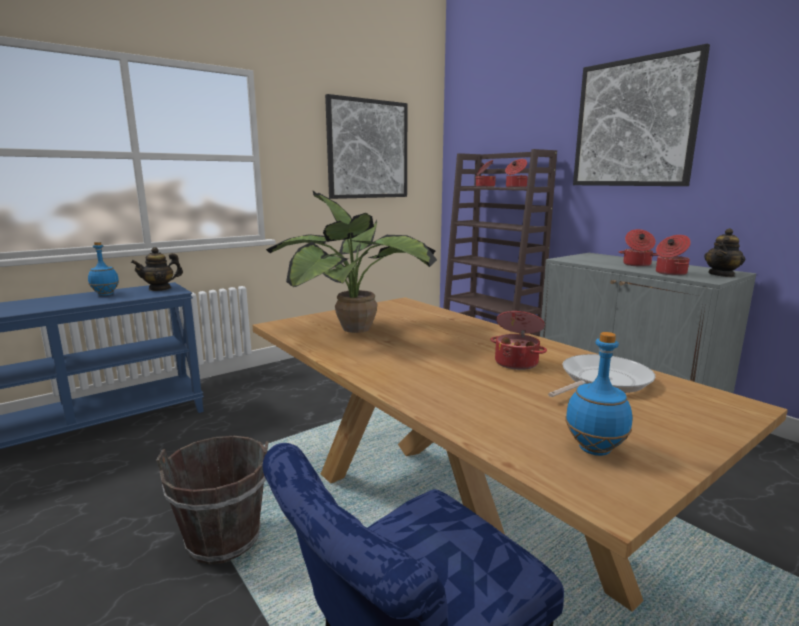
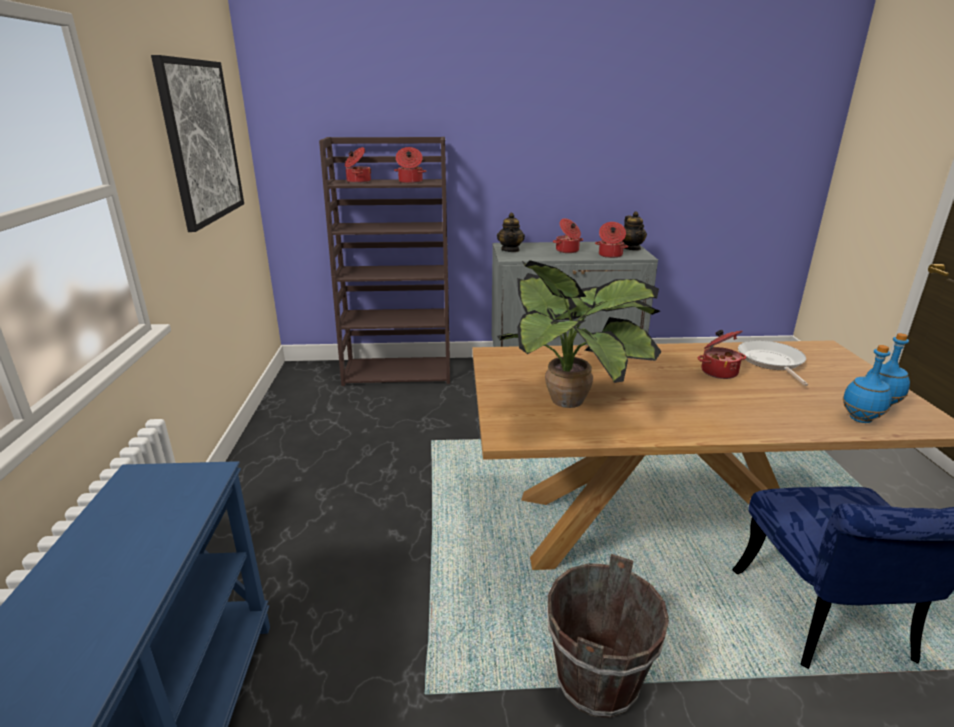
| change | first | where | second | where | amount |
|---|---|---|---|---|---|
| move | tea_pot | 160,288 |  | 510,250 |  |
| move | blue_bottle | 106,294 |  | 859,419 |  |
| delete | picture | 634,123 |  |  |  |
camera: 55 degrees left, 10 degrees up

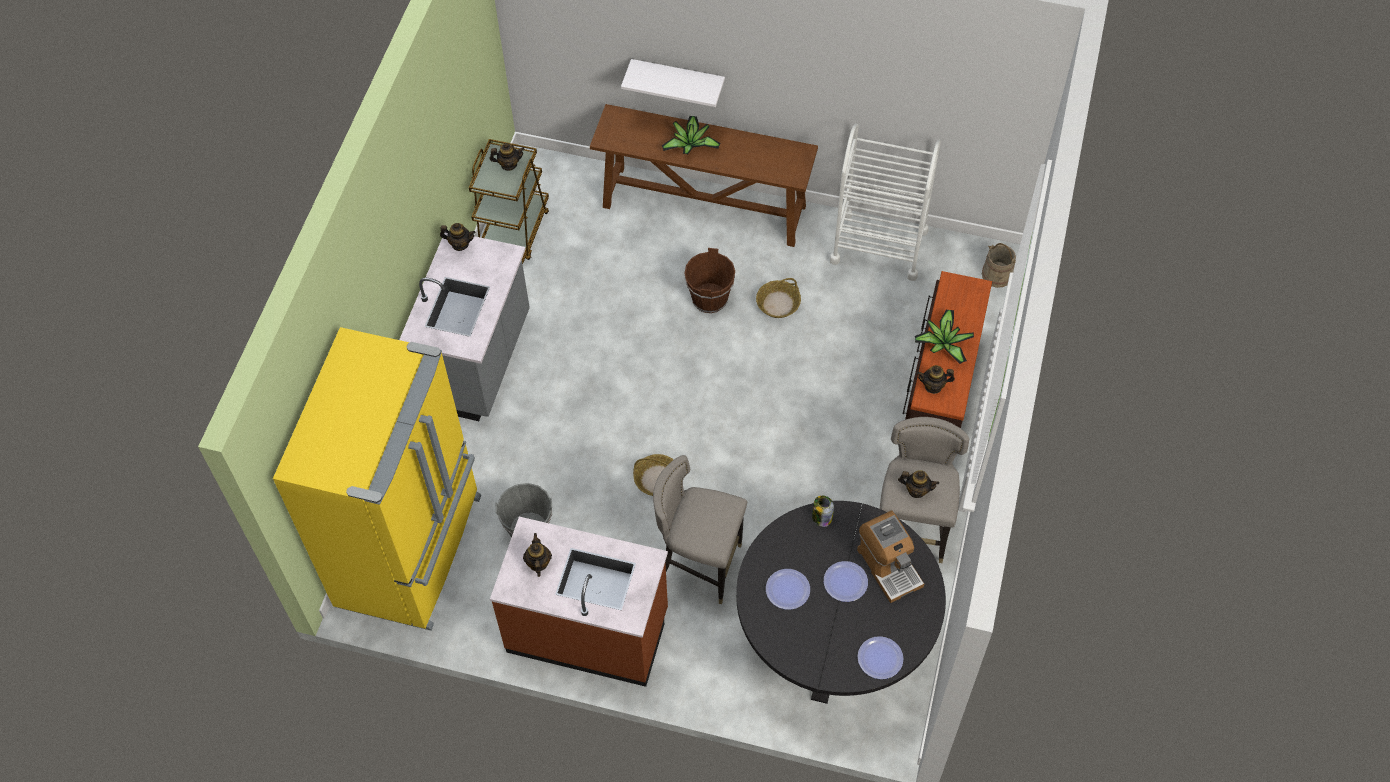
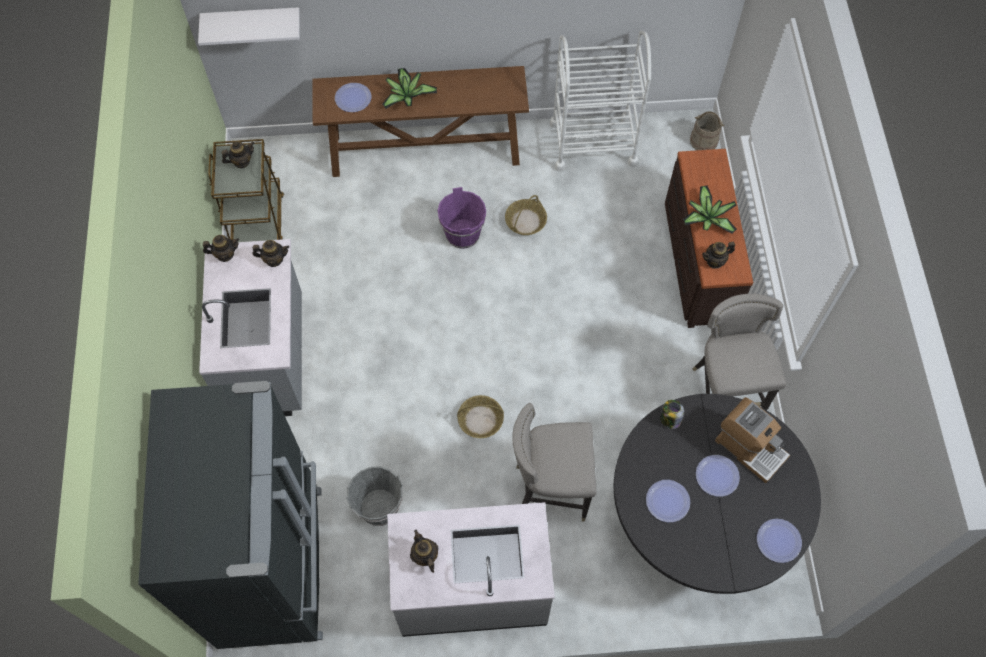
| change | first | where | second | where | amount |
|---|---|---|---|---|---|
| recolor | yellowish_refrigerator | 412,550 | black-coloured_refrigerator | 274,564 |  |
| move | white-coloured_bracket_shelf | 678,78 |  | 252,21 |  |
| move | tea_pot | 916,490 |  | 274,259 |  |
| insert |  |  | flat_dish | 353,98 |  |
| recolor | brownish_kitchen_counter | 588,630 | grey_kitchen_counter | 472,588 |  |
| recolor | brownish_pail | 710,299 | purple_pail | 463,234 |  |
camera: 20 degrees left, 5 degrees up

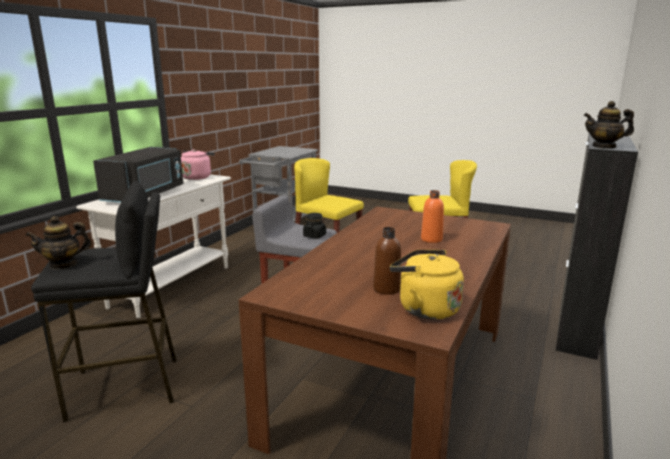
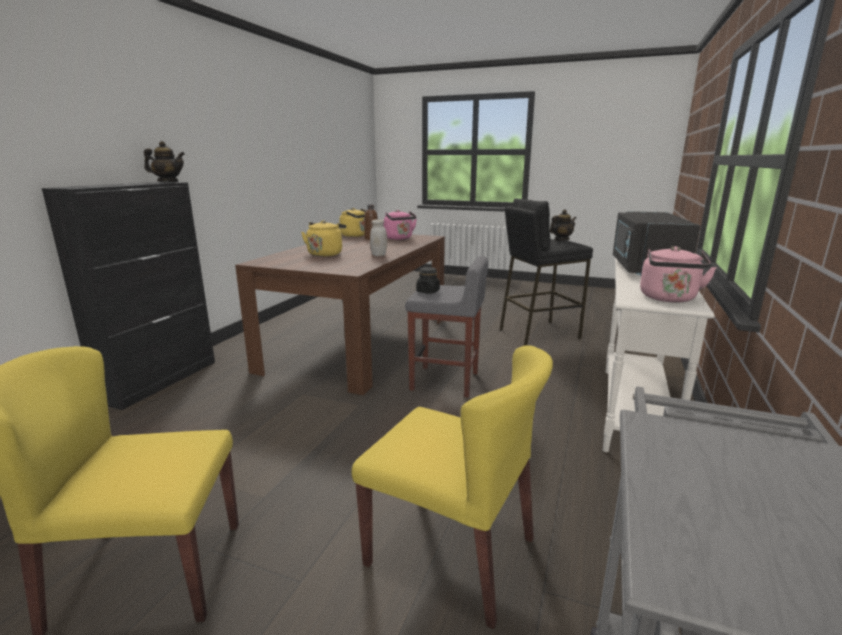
| change | first | where | second | where | amount |
|---|---|---|---|---|---|
| replace | orange_bottle | 431,239 | yellowish_water_kettle | 326,254 |  |
| insert |  |  | white-coloured_preserve_jar | 379,255 |  |
| insert |  |  | pink_water_kettle | 399,238 |  |
camera: 175 degrees right, 0 degrees up

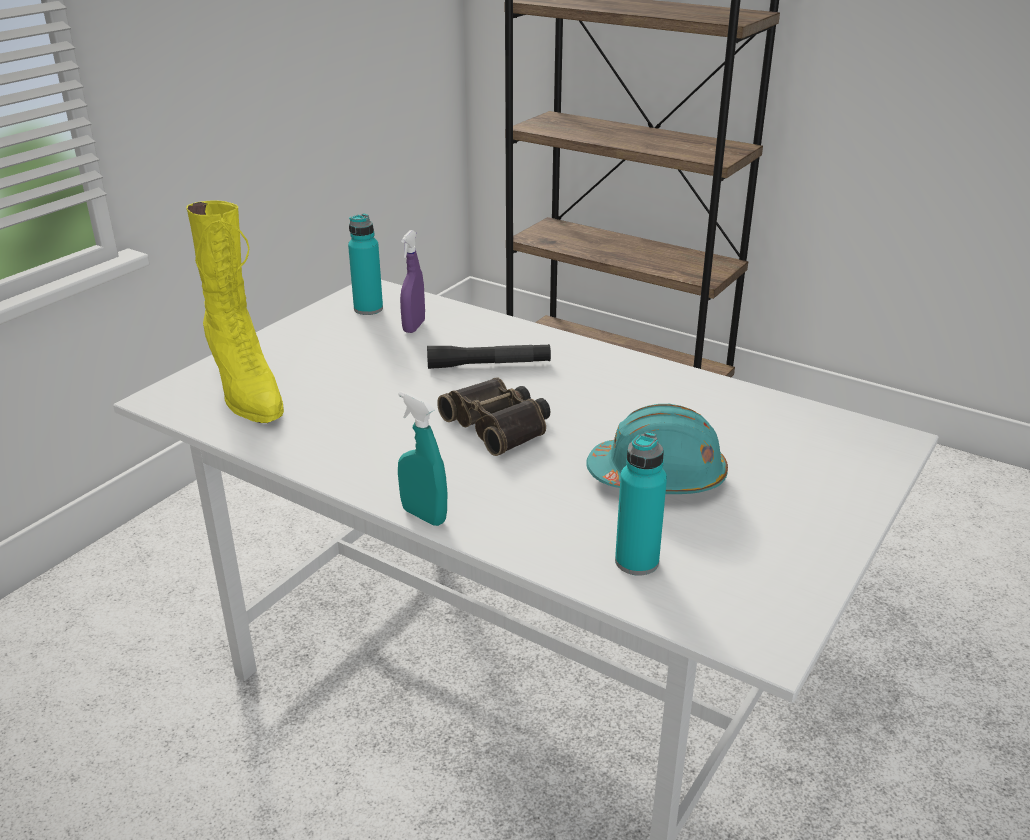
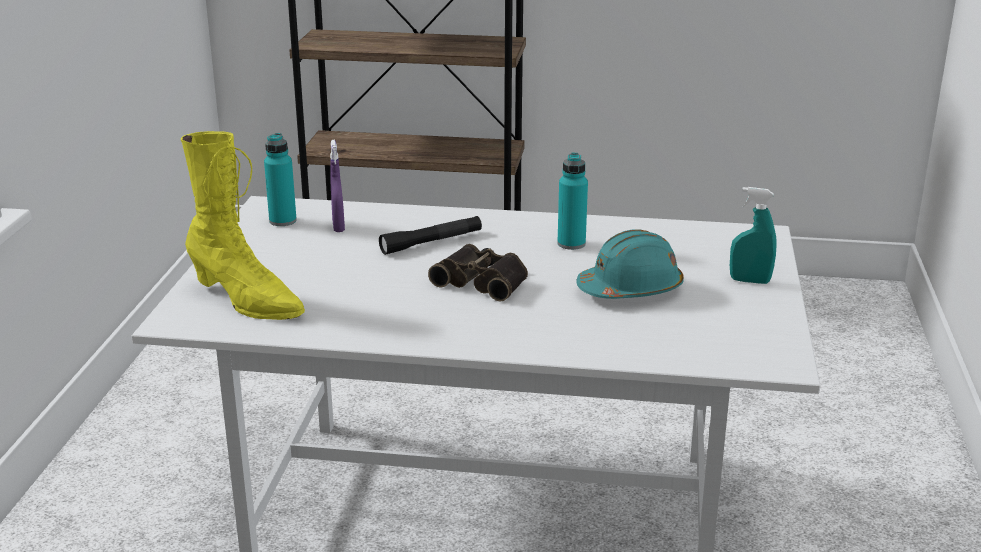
| change | first | where | second | where | amount |
|---|---|---|---|---|---|
| move | blue-green_bottle | 636,562 |  | 571,244 |  |
| move | blue-green_hand_sprayer | 424,515 |  | 750,281 |  |
camera: 25 degrees left, 5 degrees down

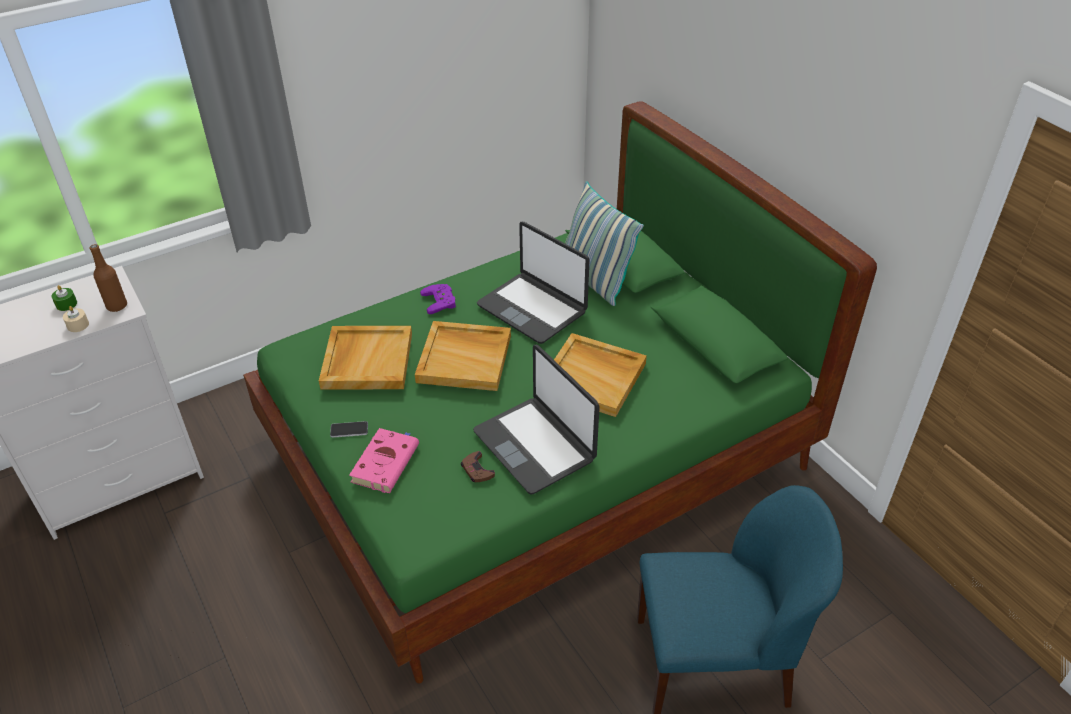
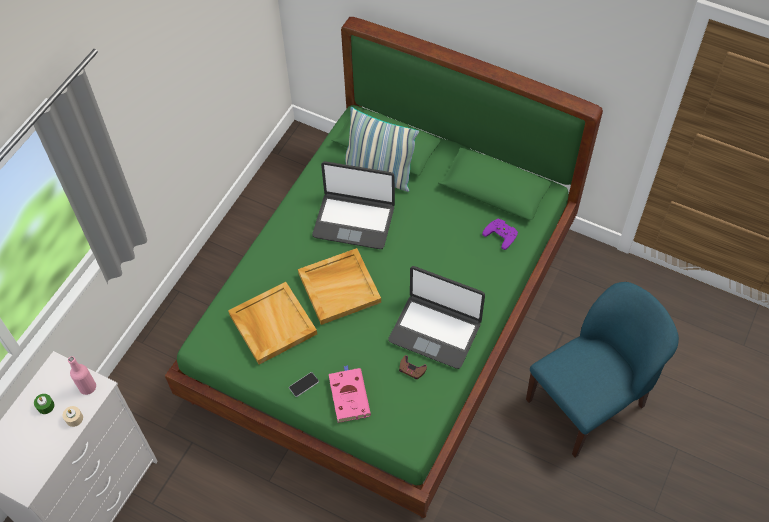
| change | first | where | second | where | amount |
|---|---|---|---|---|---|
| recolor | brownish_bottle | 117,306 | pink_bottle | 88,387 |  |
| move | purple_joypad | 441,301 |  | 502,234 |  |
| delete | beige-coloured_carrying_tray | 593,377 |  |  |  |
camera: 30 degrees left, 15 degrees up

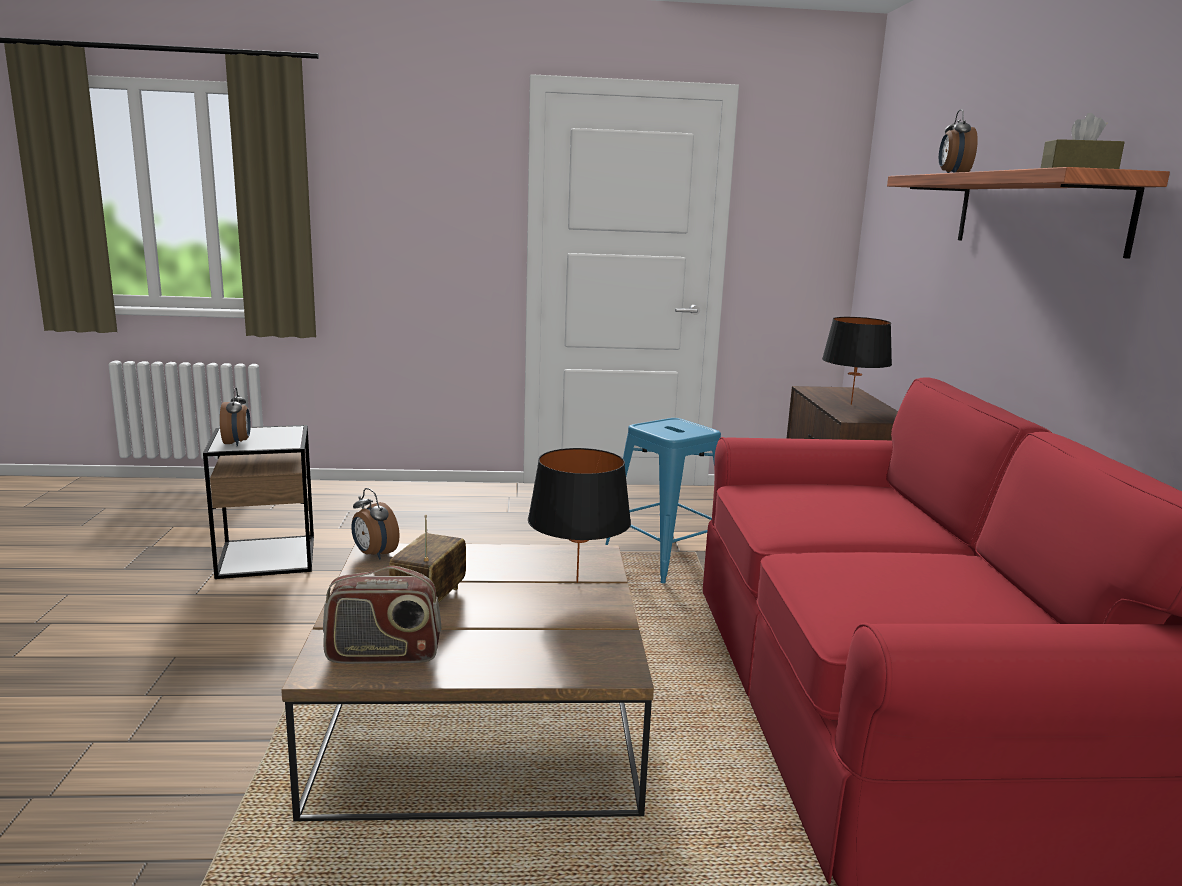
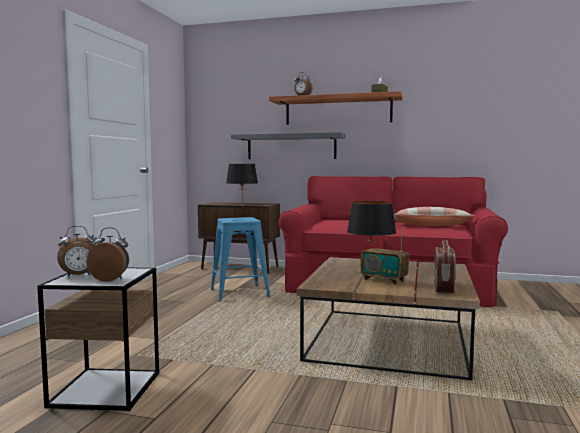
| change | first | where | second | where | amount |
|---|---|---|---|---|---|
| move | bedside_clock | 374,554 |  | 78,276 |  |
| insert |  |  | grey_bracket_shelf | 291,147 |  |
| insert |  |  | throw_pillow | 430,225 |  |
camera: 70 degrees left, 10 degrees down

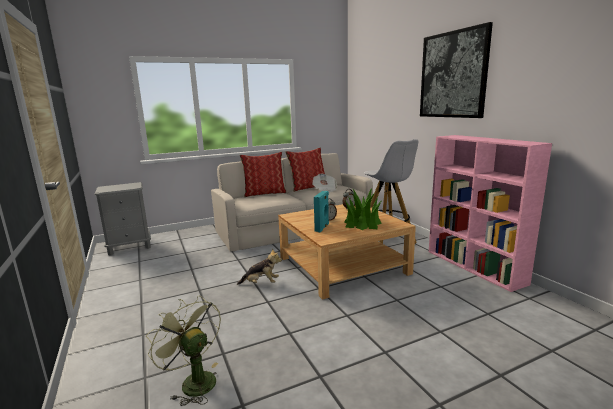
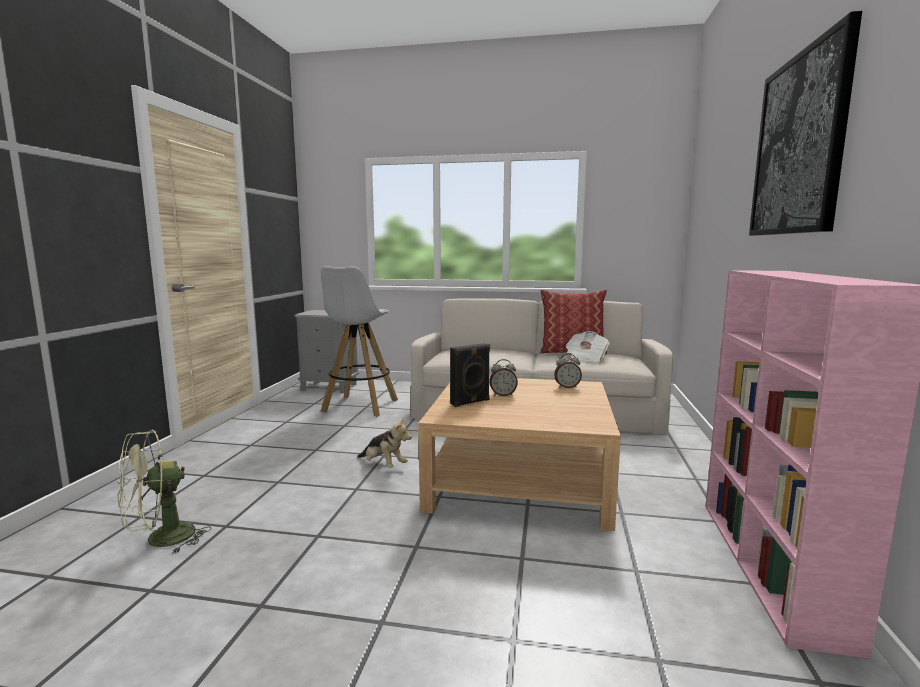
| change | first | where | second | where | amount |
|---|---|---|---|---|---|
| rotate | greenish_fan | 193,381 |  | 160,540 | 120 degrees counterclockwise |
| move | white-coloured_sitting_stool | 387,241 |  | 360,406 |  |
| recolor | blue-green_audio_speaker | 322,228 | black-coloured_audio_speaker | 471,402 |  |
| delete | throw_pillow | 264,193 |  |  |  |
| delete | potted_plant | 362,223 |  |  |  |
camera: 35 degrees right, 5 degrees down

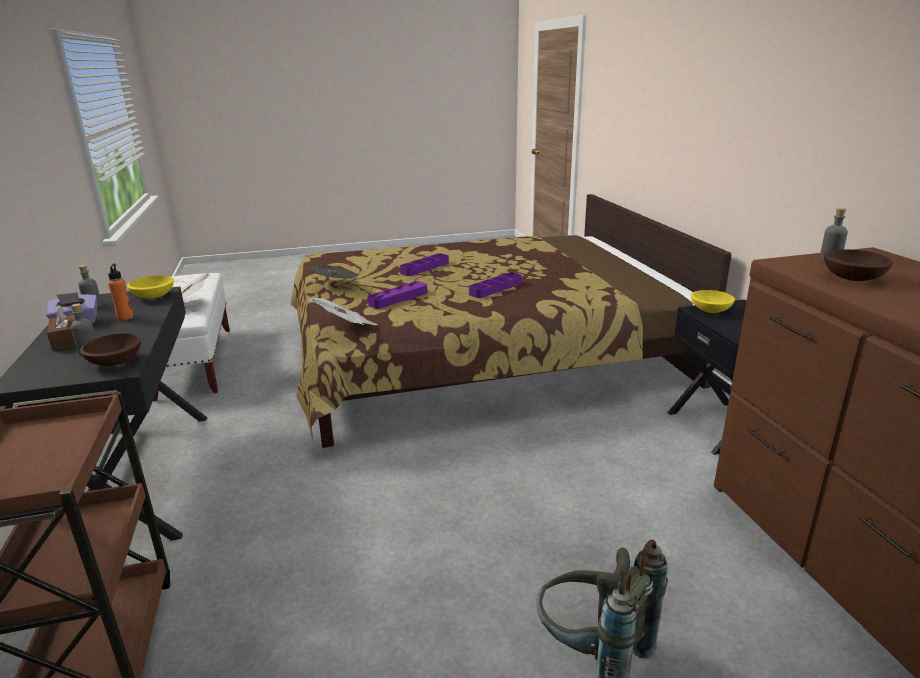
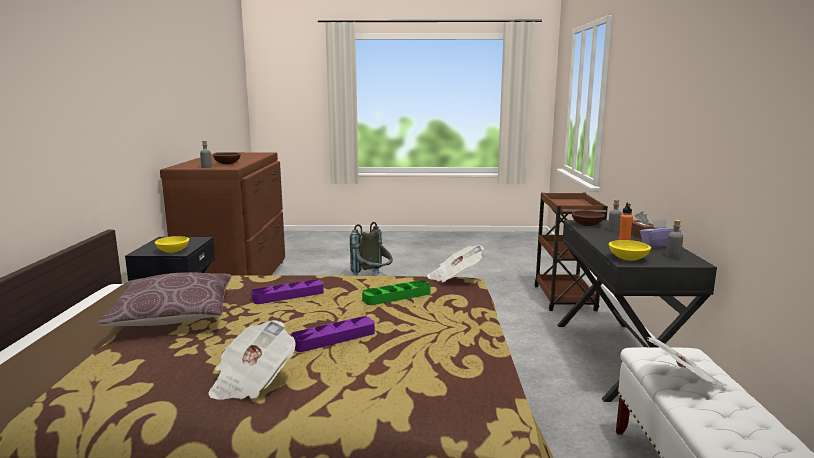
| change | first | where | second | where | amount |
|---|---|---|---|---|---|
| insert |  |  | brownish_throw_pillow | 174,316 |  |
| move | printed_paper | 336,286 |  | 252,381 |  |
| recolor | purple_carrying_tray | 398,298 | greenish_carrying_tray | 397,296 |  |
camera: 165 degrees left, 10 degrees down

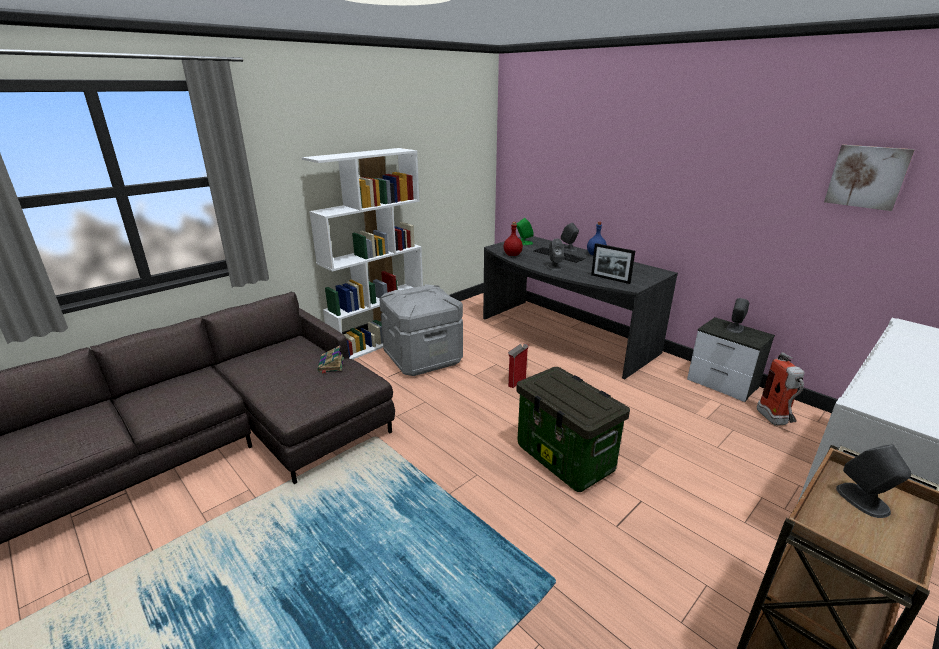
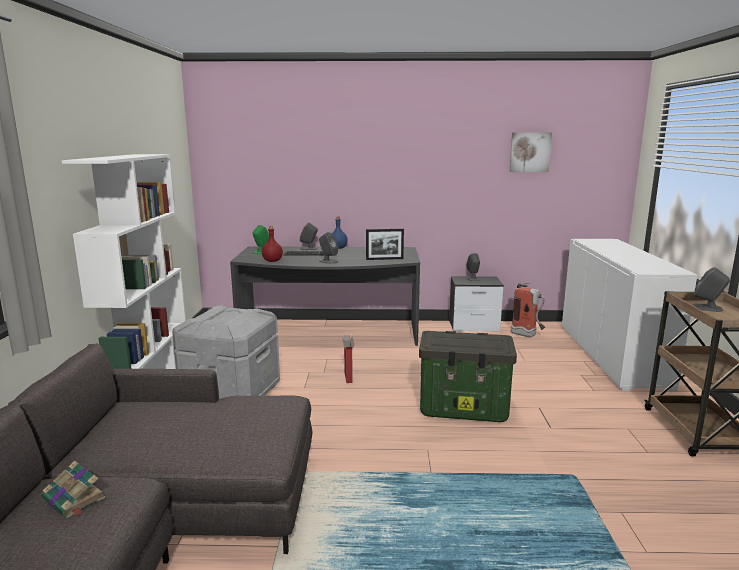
| change | first | where | second | where | amount |
|---|---|---|---|---|---|
| move | book | 331,365 |  | 74,499 |  |
camera: 45 degrees left, 10 degrees down

